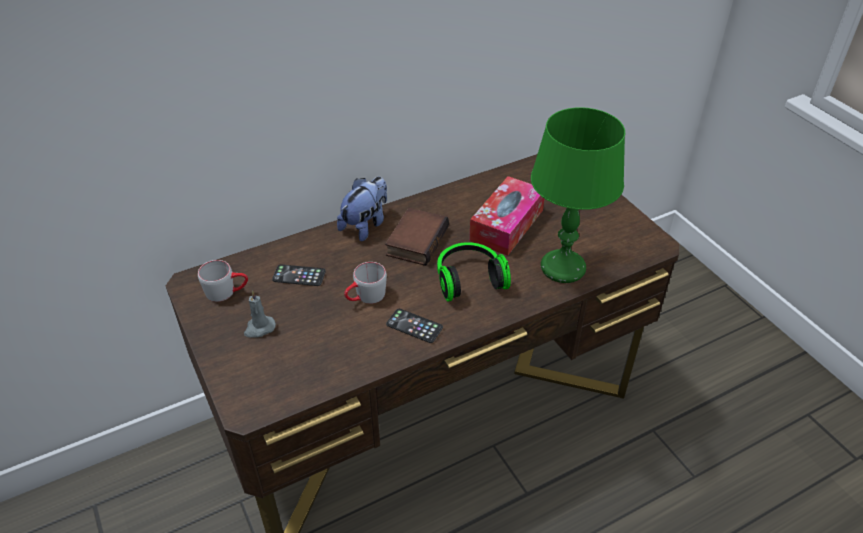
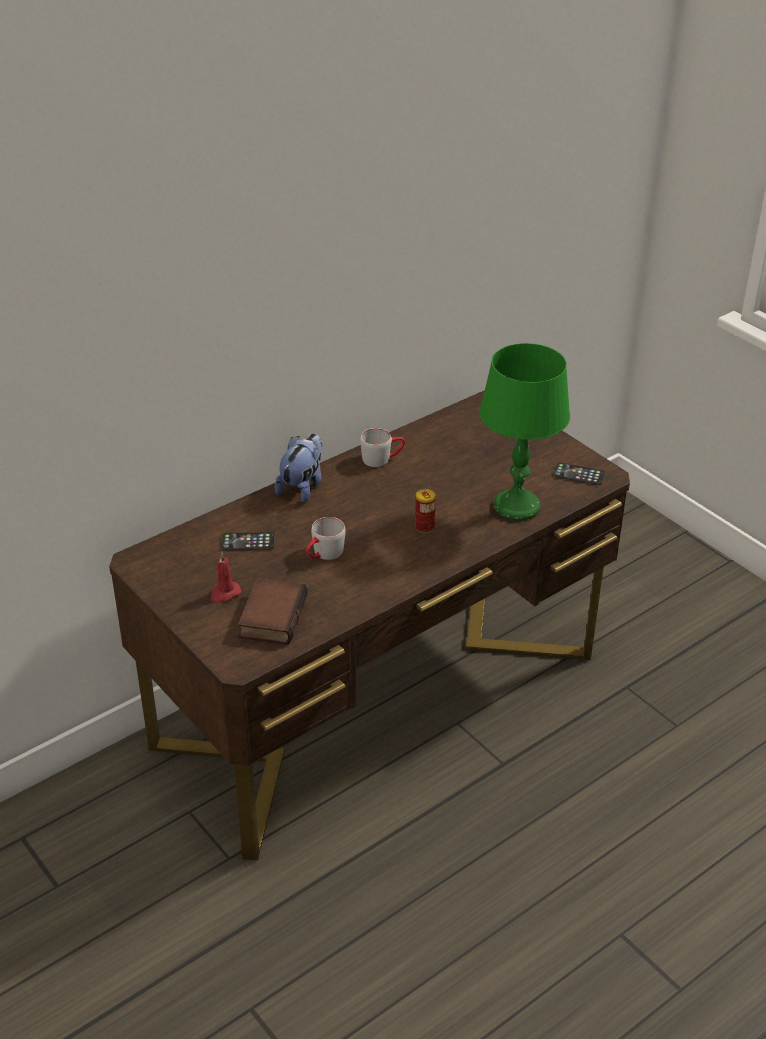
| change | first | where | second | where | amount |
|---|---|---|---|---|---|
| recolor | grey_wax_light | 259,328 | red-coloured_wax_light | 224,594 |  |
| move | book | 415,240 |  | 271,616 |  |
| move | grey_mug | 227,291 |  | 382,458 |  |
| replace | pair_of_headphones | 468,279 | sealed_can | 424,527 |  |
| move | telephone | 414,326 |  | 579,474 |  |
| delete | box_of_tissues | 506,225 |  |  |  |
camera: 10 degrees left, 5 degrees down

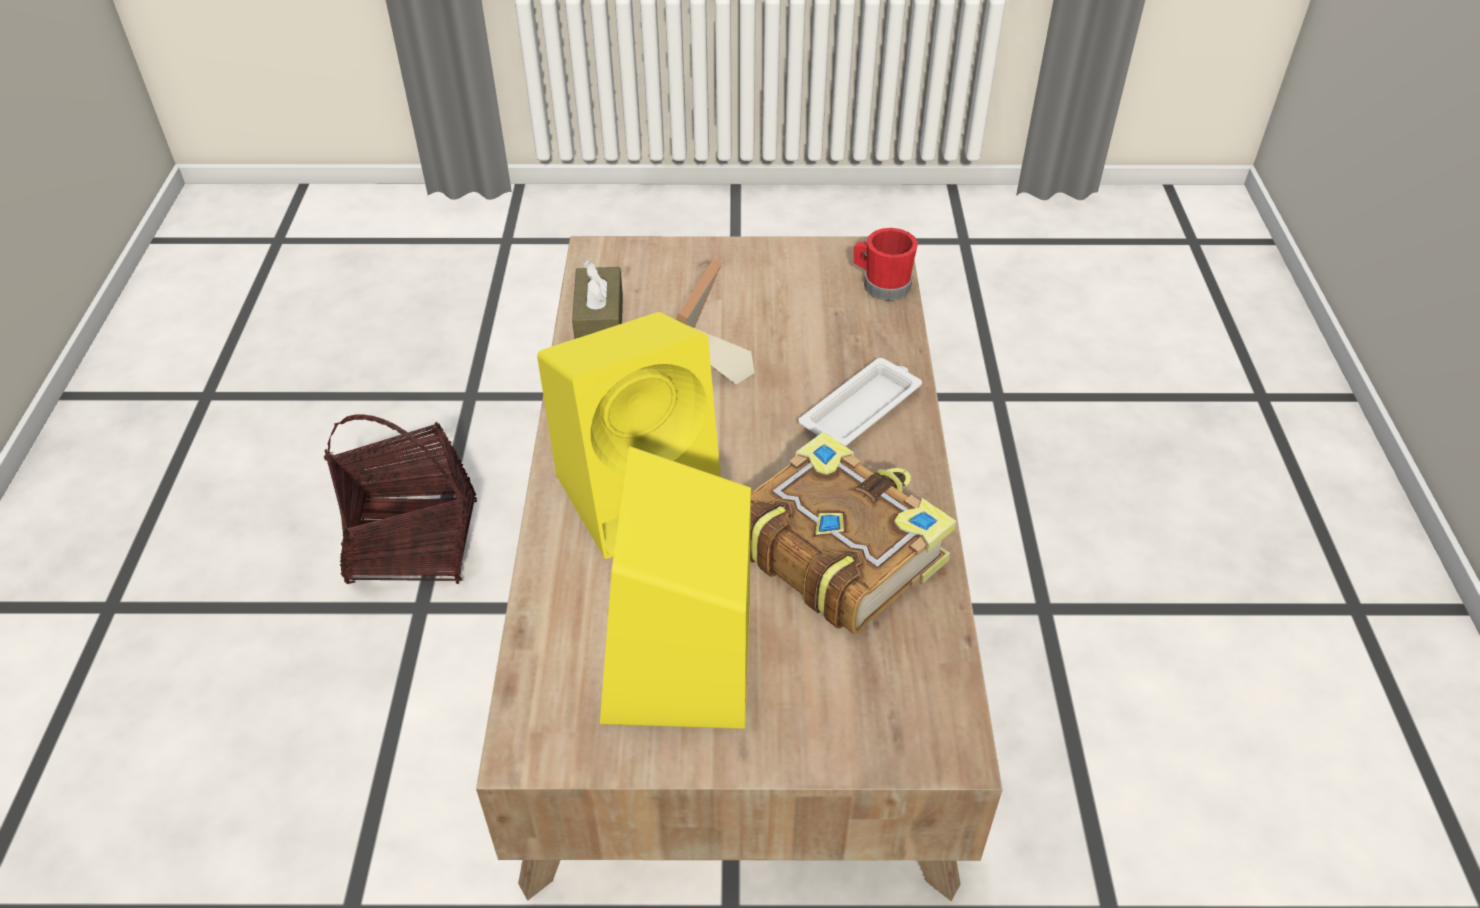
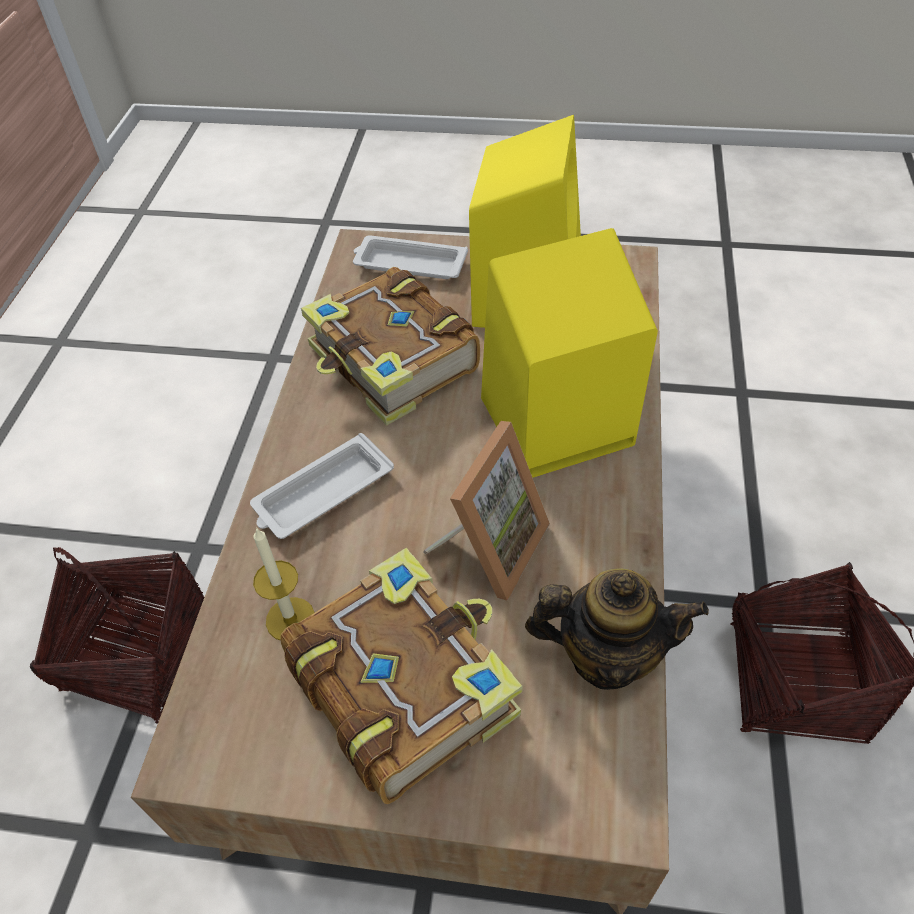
| change | first | where | second | where | amount |
|---|---|---|---|---|---|
| insert |  |  | household_basket | 141,658 |  |
| insert |  |  | wax_light | 290,619 |  |
| insert |  |  | book | 403,683 |  |
| insert |  |  | white-coloured_carrying_tray | 408,264 |  |
| replace | brownish_box_of_tissues | 599,321 | tea_pot | 606,655 |  |
| delete | red-coloured_mug | 881,285 |  |  |  |
camera: 170 degrees left, 5 degrees up

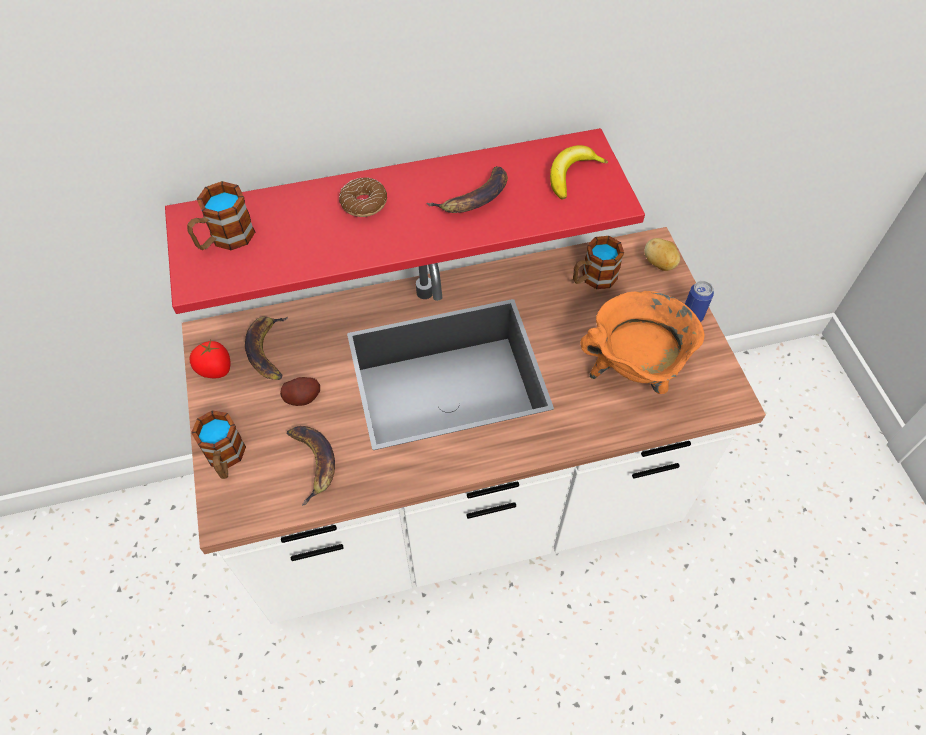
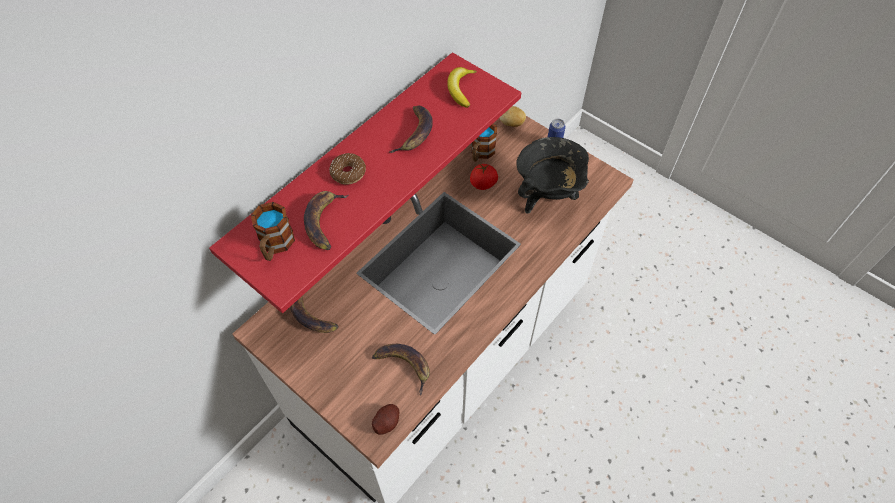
| change | first | where | second | where | amount |
|---|---|---|---|---|---|
| insert |  |  | banana | 324,221 |  |
| move | potato | 303,397 |  | 386,422 |  |
| move | tomato | 215,369 |  | 483,184 |  |
| recolor | orange_stockpot | 633,371 | black-coloured_stockpot | 547,196 |  |
| delete | mug | 225,459 |  |  |  |
camera: 35 degrees left, 0 degrees up

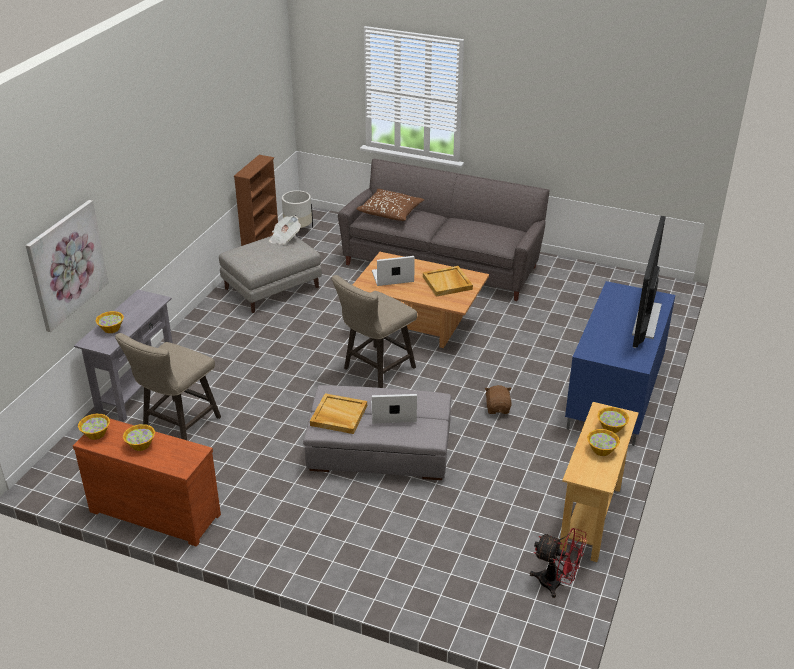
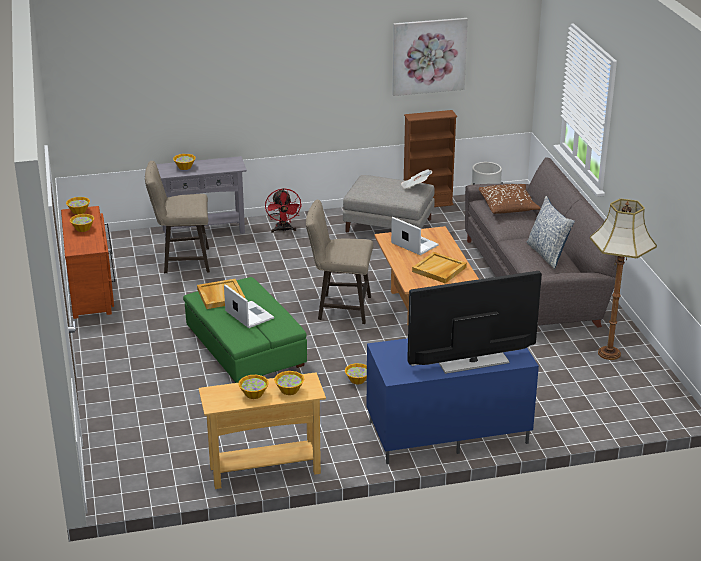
| change | first | where | second | where | amount |
|---|---|---|---|---|---|
| recolor | grey_pouffe | 379,449 | greenish_pouffe | 244,346 |  |
| move | red-coloured_fan | 556,583 |  | 283,230 |  |
| replace | brownish_soft_toy | 498,408 | serving_bowl | 357,380 |  |
| move | picture | 67,264 |  | 429,56 |  |
| insert |  |  | throw_pillow | 547,254 |  |
| insert |  |  | floor_lamp | 610,353 |  |
camera: 55 degrees right, 5 degrees down

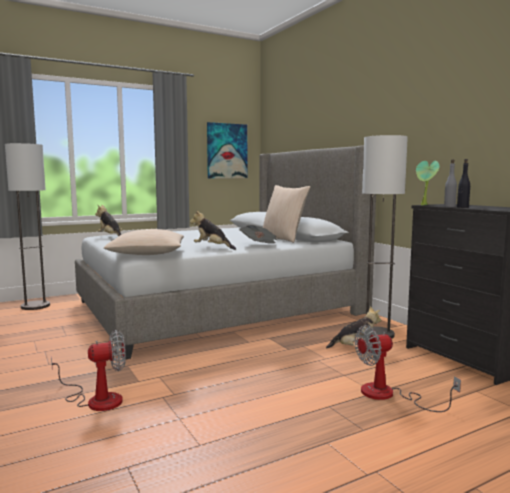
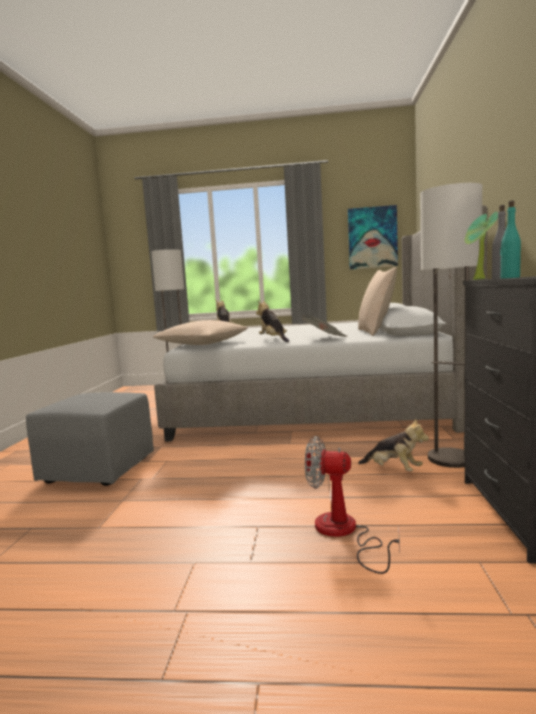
| change | first | where | second | where | amount |
|---|---|---|---|---|---|
| replace | fan | 96,399 | grey_pouffe | 98,469 |  |
| recolor | black-coloured_bottle | 462,207 | blue-green_bottle | 509,278 |  |
camera: 35 degrees right, 0 degrees up

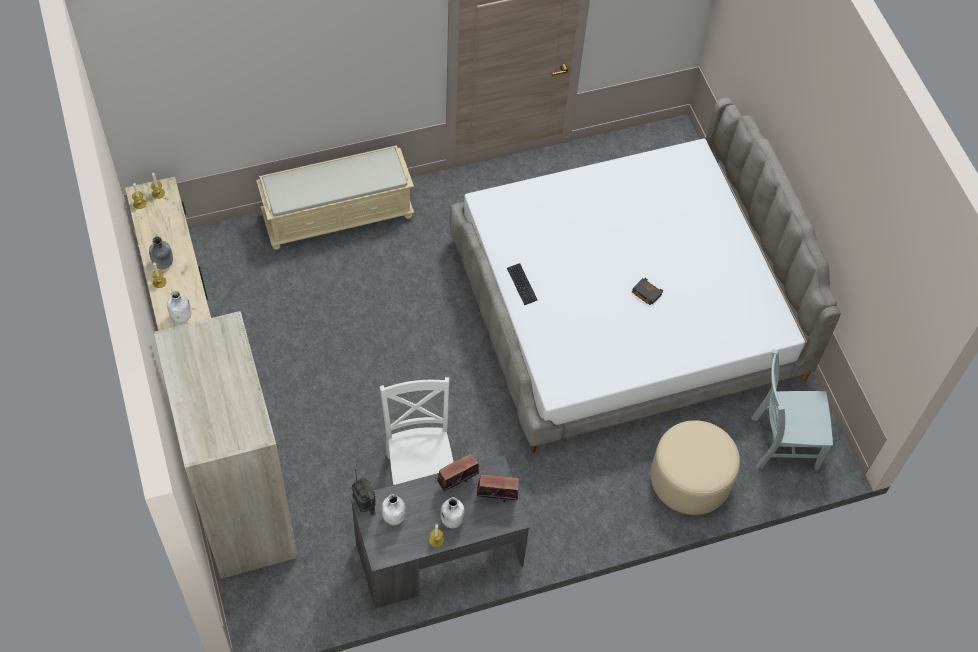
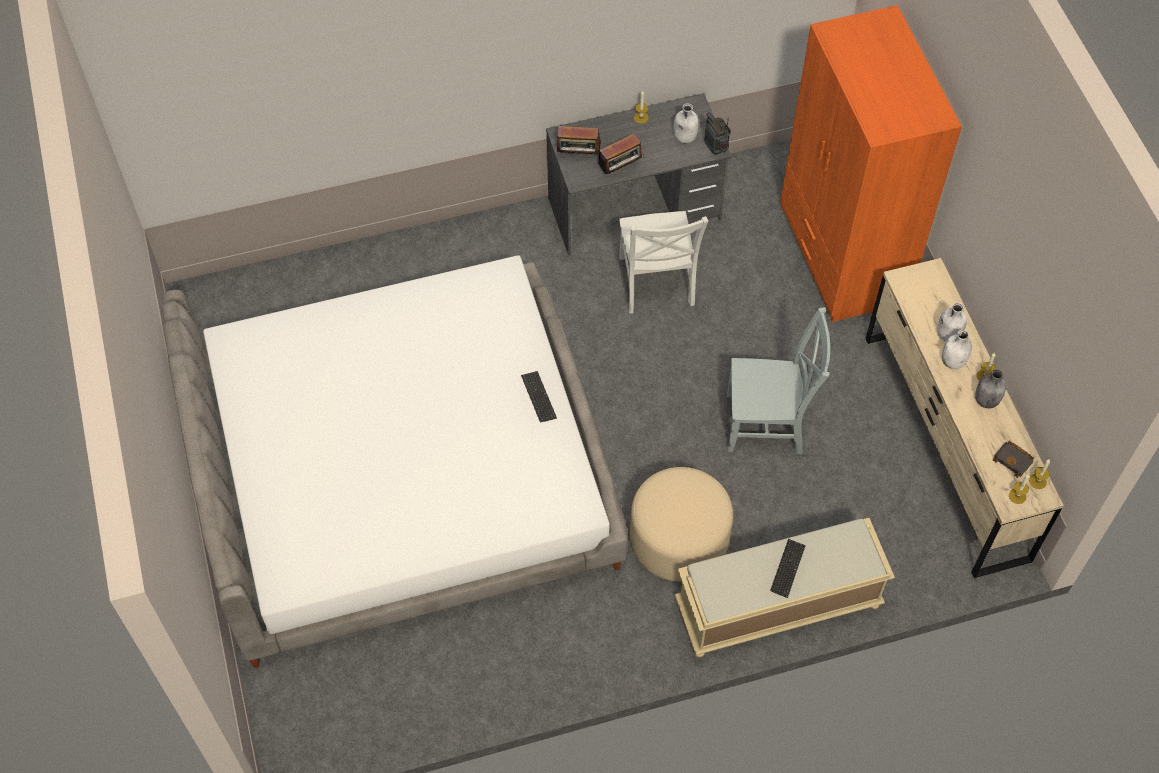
| change | first | where | second | where | amount |
|---|---|---|---|---|---|
| move | beige-coloured_pouffe | 690,480 |  | 679,539 |  |
| move | grey_chair | 781,442 |  | 768,424 |  |
| insert |  |  | keyboard | 787,568 |  |
| recolor | beige-coloured_clothes_cupboard | 245,505 | orange_clothes_cupboard | 841,255 |  |
| move | white-coloured_bottle | 451,520 |  | 953,361 |  |
| move | black-coloured_book | 645,293 |  | 1014,460 |  |
camera: 175 degrees left, 0 degrees up

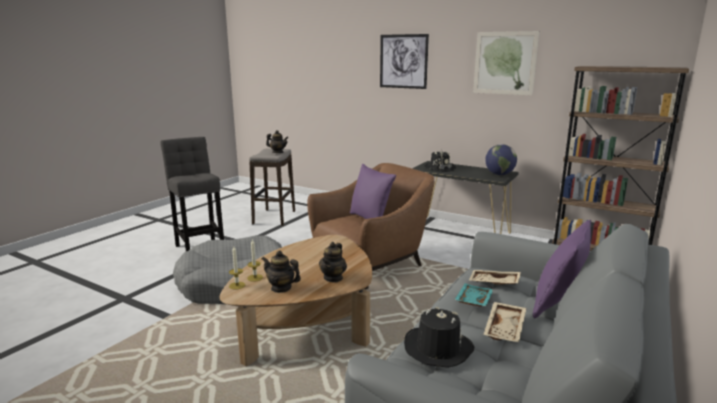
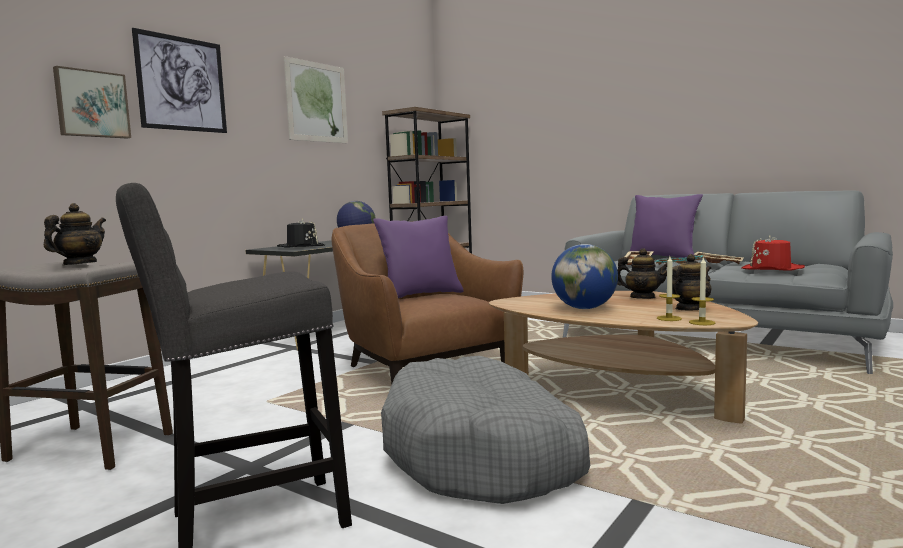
| change | first | where | second | where | amount |
|---|---|---|---|---|---|
| insert |  |  | picture | 92,104 |  |
| insert |  |  | world_globe | 584,308 |  |
| rotate | tea_pot | 281,288 |  | 689,309 | 150 degrees counterclockwise |
| recolor | black-coloured_clothing_hat | 437,348 | red-coloured_clothing_hat | 771,269 |  |
camera: 85 degrees left, 10 degrees down

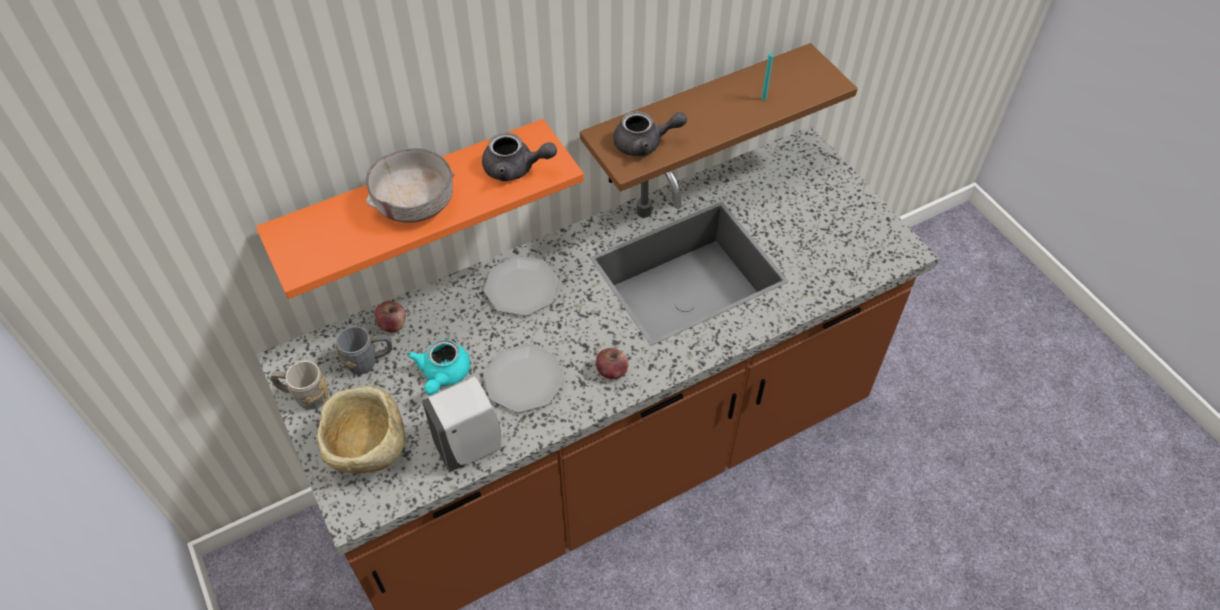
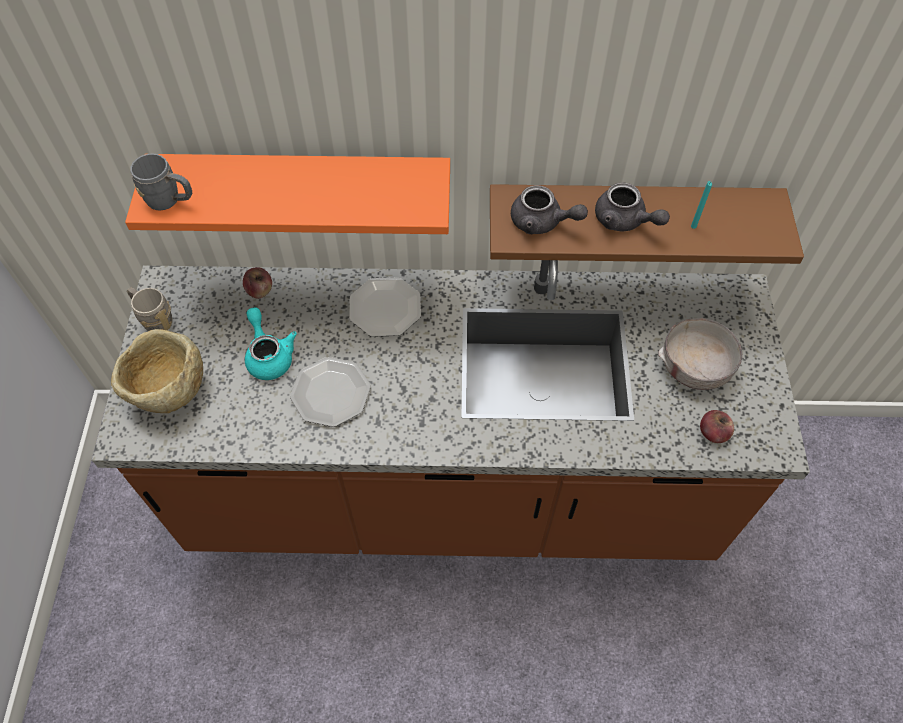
| change | first | where | second | where | amount |
|---|---|---|---|---|---|
| move | grey_mug | 369,361 |  | 170,201 |  |
| rotate | blue-green_tea_pot | 443,375 |  | 269,355 | 120 degrees clockwise |
| move | grey_tea_pot | 515,169 |  | 624,221 |  |
| move | grey_serving_bowl | 415,203 |  | 695,367 |  |
| move | apple | 612,371 |  | 713,433 |  |
| delete | white-coloured_soap_dispenser | 471,446 |  |  |  |
camera: 30 degrees right, 5 degrees up

